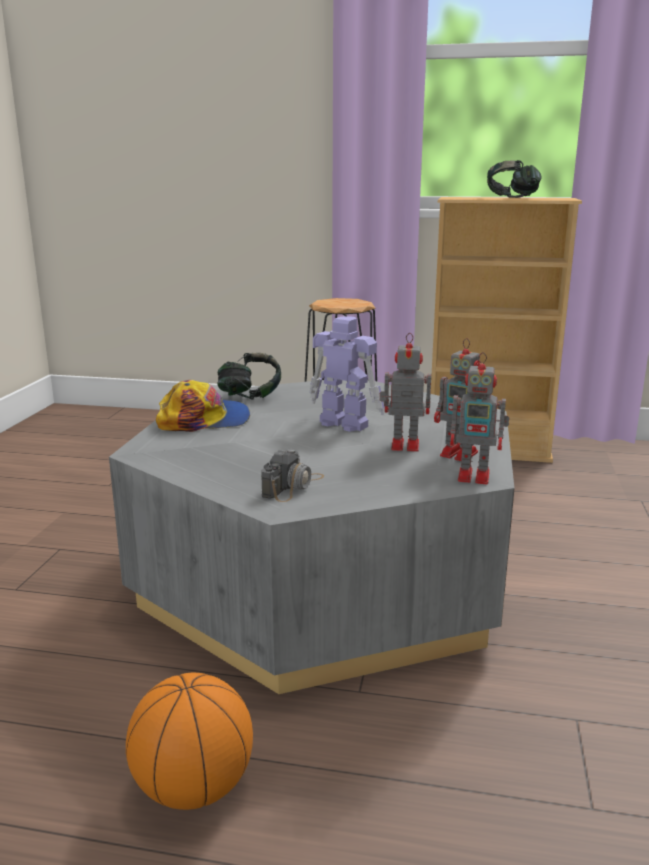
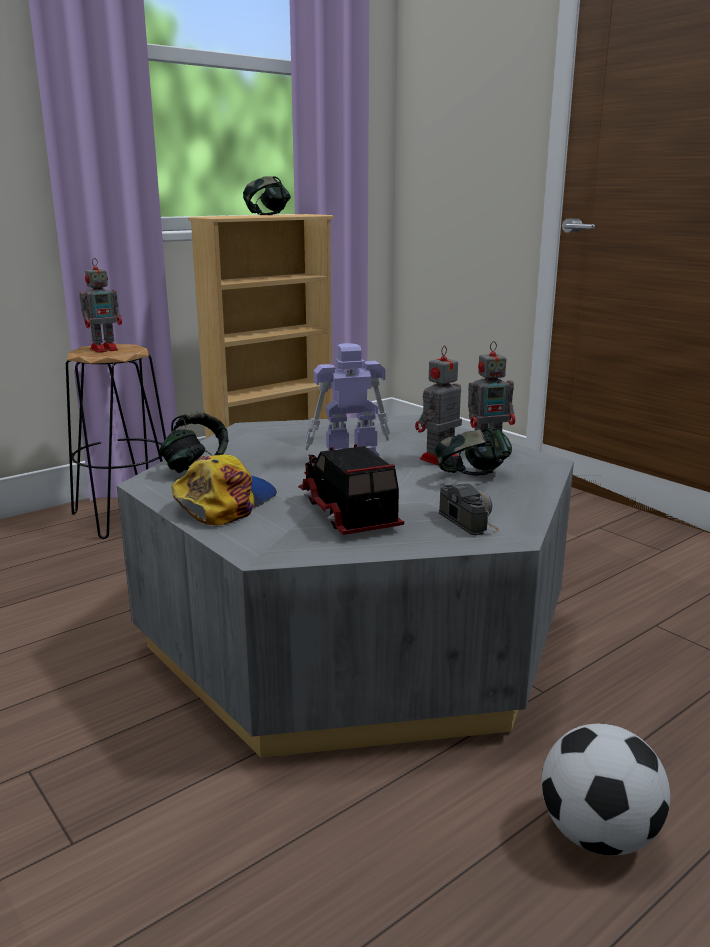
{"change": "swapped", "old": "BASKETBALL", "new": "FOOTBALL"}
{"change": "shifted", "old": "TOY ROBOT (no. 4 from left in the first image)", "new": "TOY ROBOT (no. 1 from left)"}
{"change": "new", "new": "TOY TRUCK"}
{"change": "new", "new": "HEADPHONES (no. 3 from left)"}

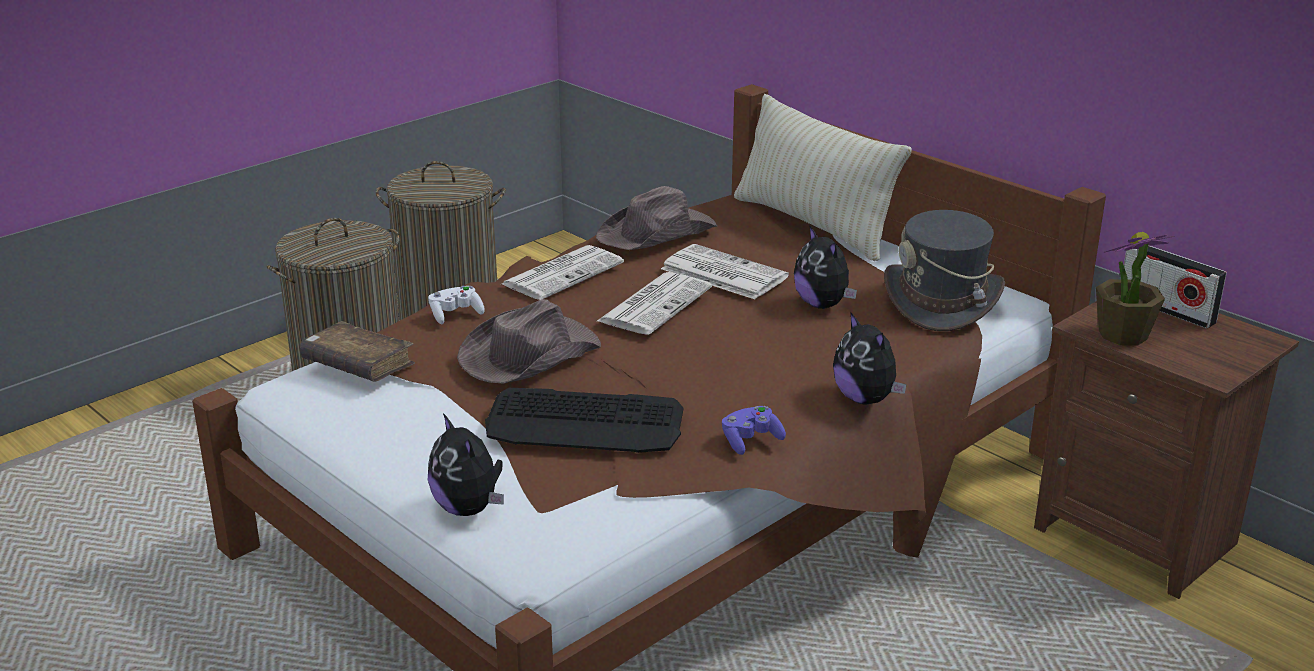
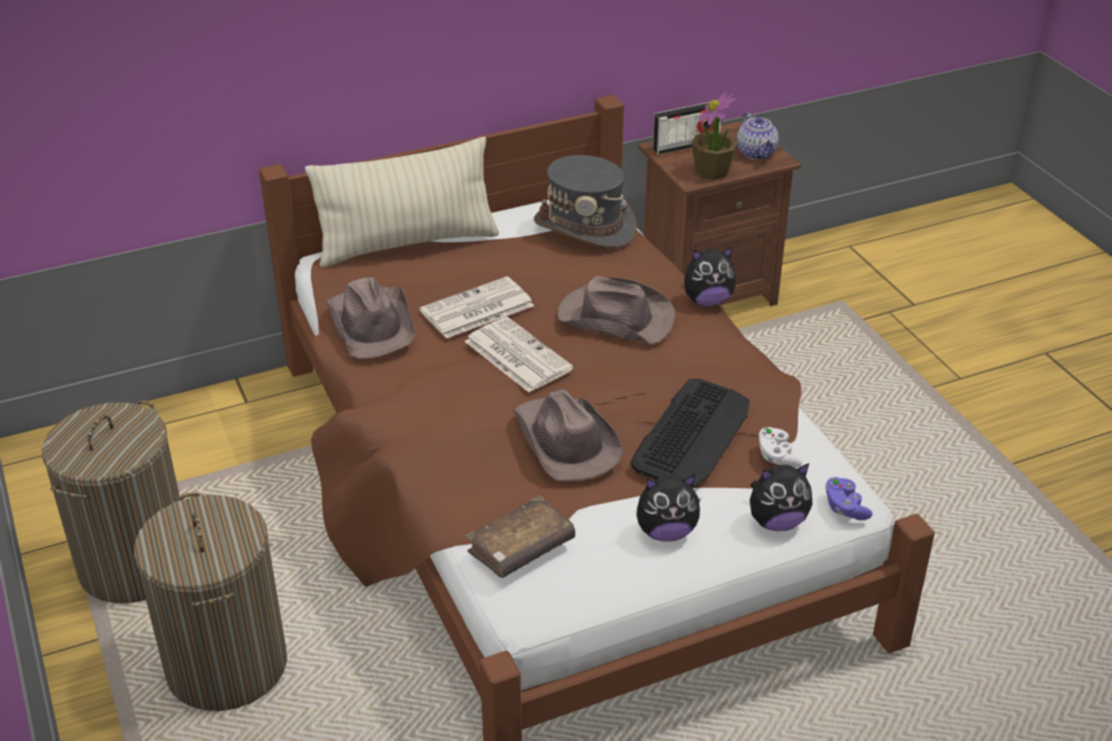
{"change": "shifted", "old": "WHITE GAME CONTROLLER"}
{"change": "gone", "old": "NEWSPAPER (no. 1 from left)"}
{"change": "shifted", "old": "PURPLE GAME CONTROLLER"}
{"change": "shifted", "old": "PLUSH TOY (no. 2 from left in the first image)", "new": "PLUSH TOY (no. 1 from left)"}
{"change": "new", "new": "BROWN HAT (no. 3 from left)"}
{"change": "new", "new": "TEAPOT"}

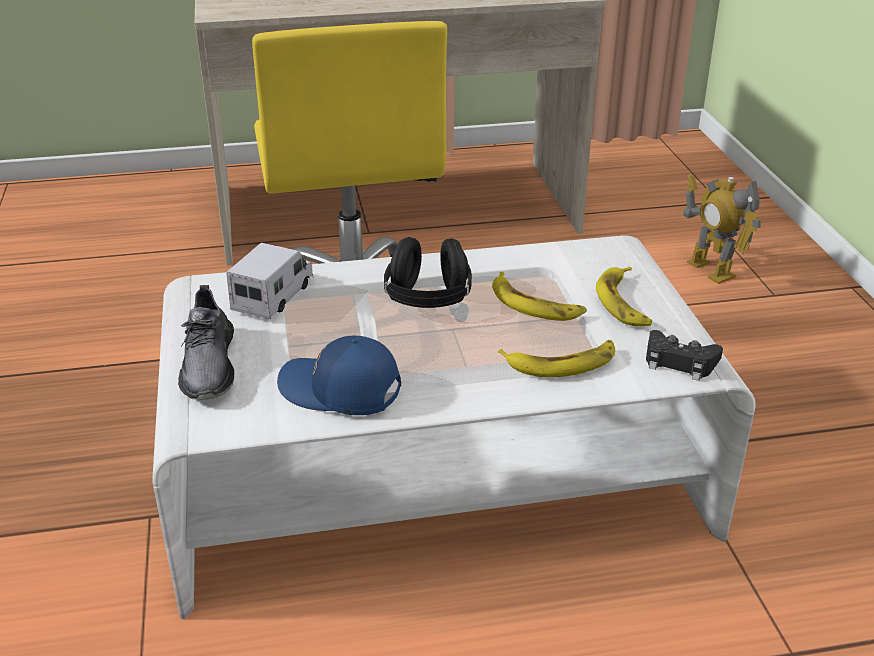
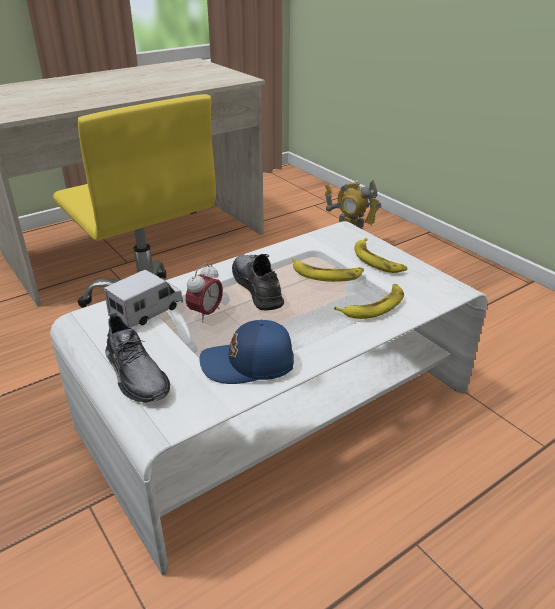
{"change": "rotated", "old": "TOY TRUCK", "degrees": 45}
{"change": "swapped", "old": "BLACK HEADPHONES", "new": "GREY SHOE (no. 2 from left)"}
{"change": "gone", "old": "BLACK GAME CONTROLLER"}
{"change": "new", "new": "ALARM CLOCK"}

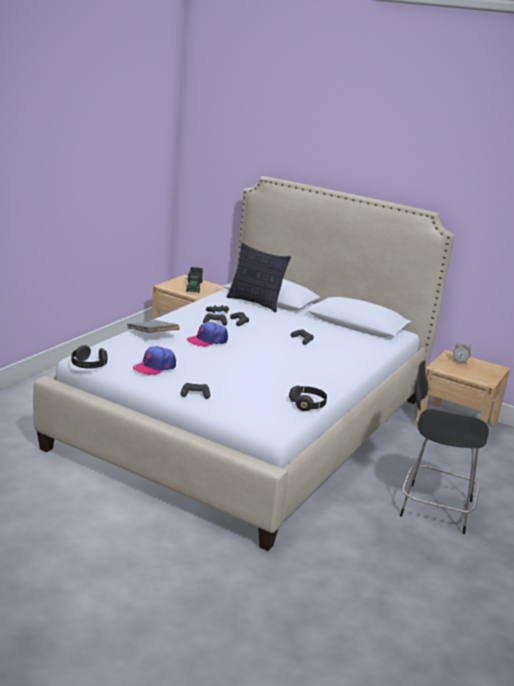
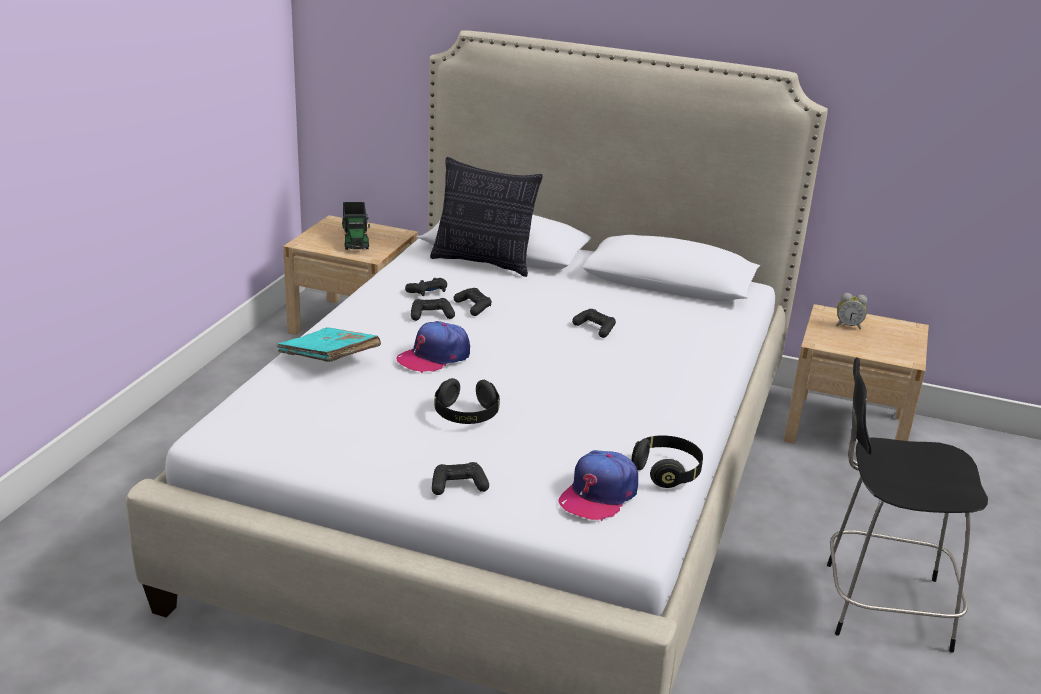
{"change": "shifted", "old": "BLACK HEADPHONES (no. 1 from left)"}
{"change": "repainted", "old": "GREY BOOK", "new": "TURQUOISE BOOK"}
{"change": "shifted", "old": "CAP (no. 1 from left in the first image)", "new": "CAP (no. 2 from left)"}

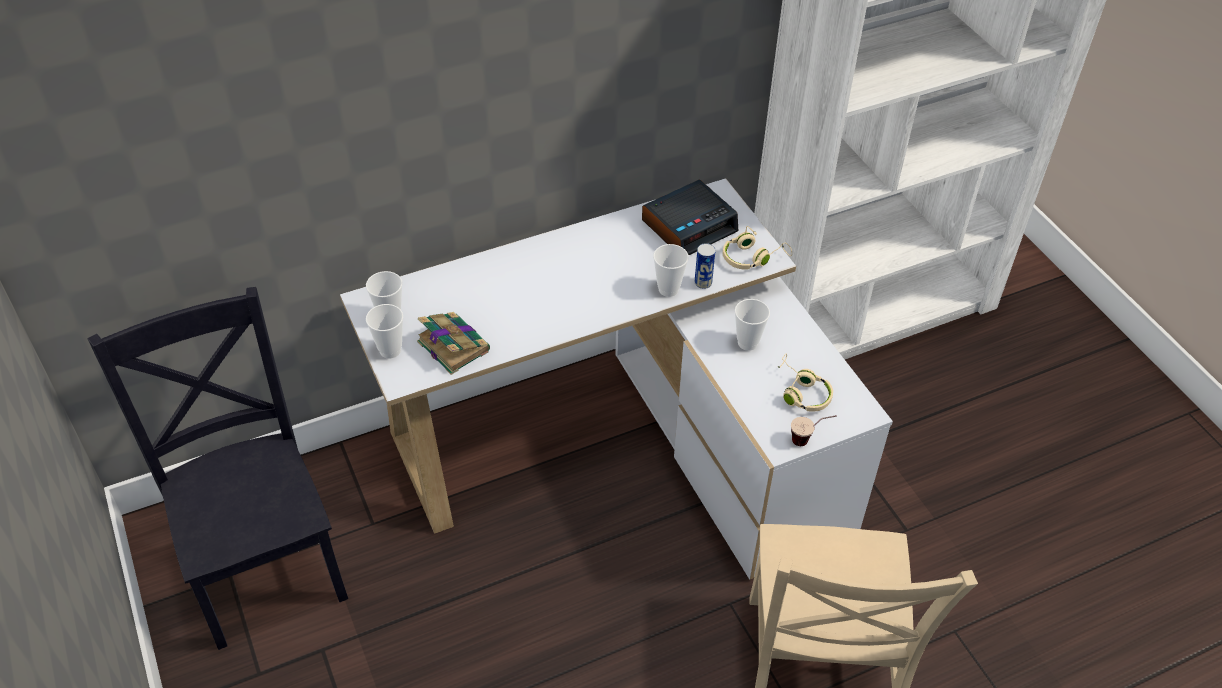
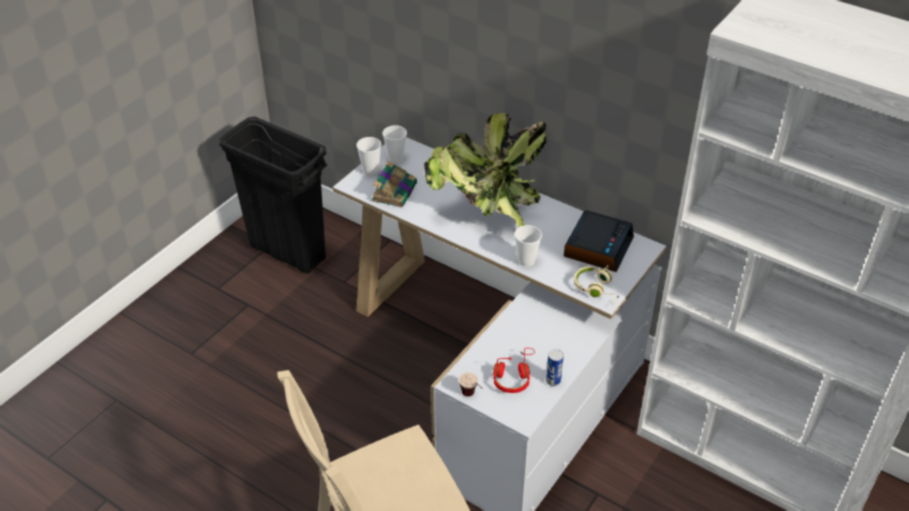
{"change": "swapped", "old": "BLACK CHAIR", "new": "BLACK TRASH CAN"}
{"change": "rotated", "old": "ALARM CLOCK", "degrees": -90}
{"change": "shifted", "old": "CAN"}
{"change": "gone", "old": "CUP (no. 4 from left)"}
{"change": "repainted", "old": "BEIGE HEADPHONES (no. 2 from left)", "new": "RED HEADPHONES"}
{"change": "new", "new": "POTTED PLANT"}

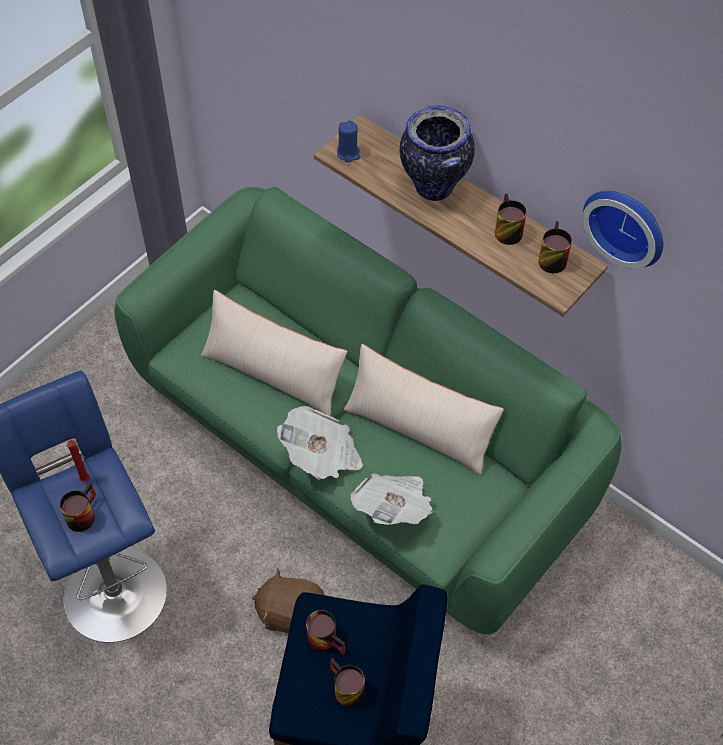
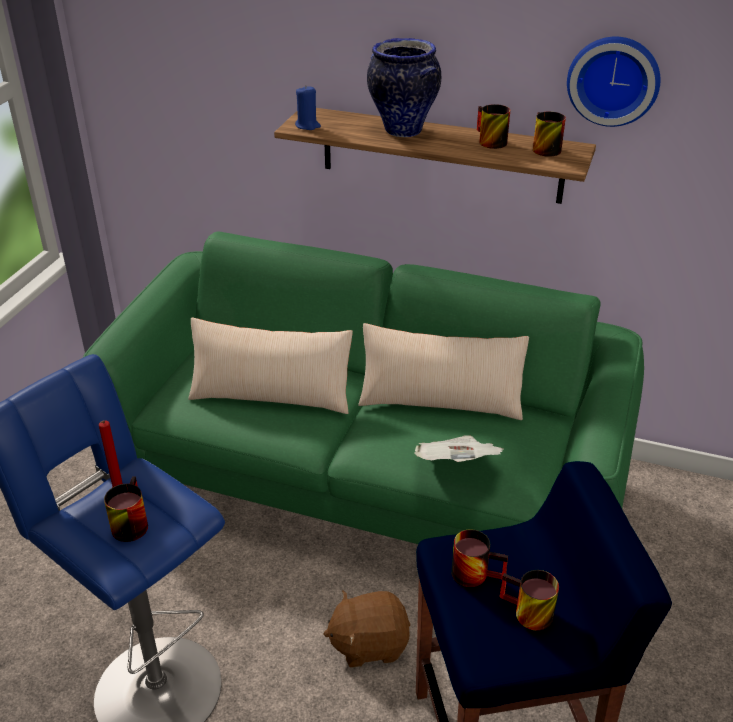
{"change": "gone", "old": "NEWSPAPER (no. 1 from left)"}

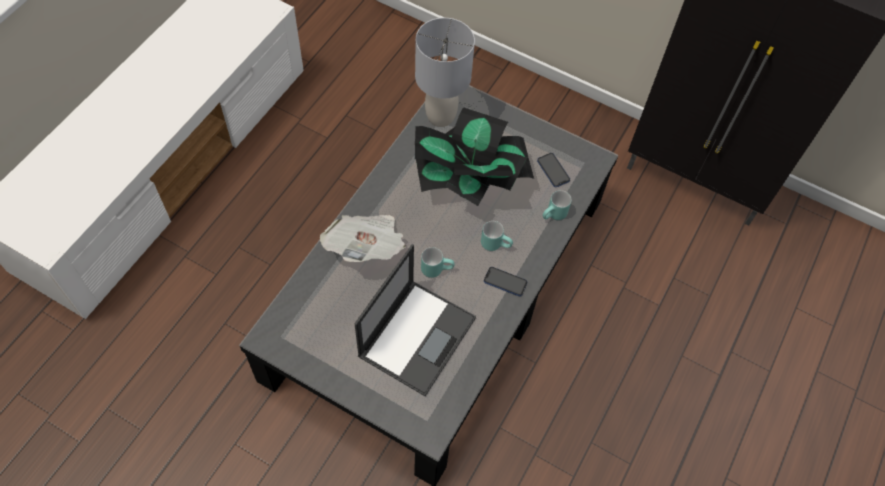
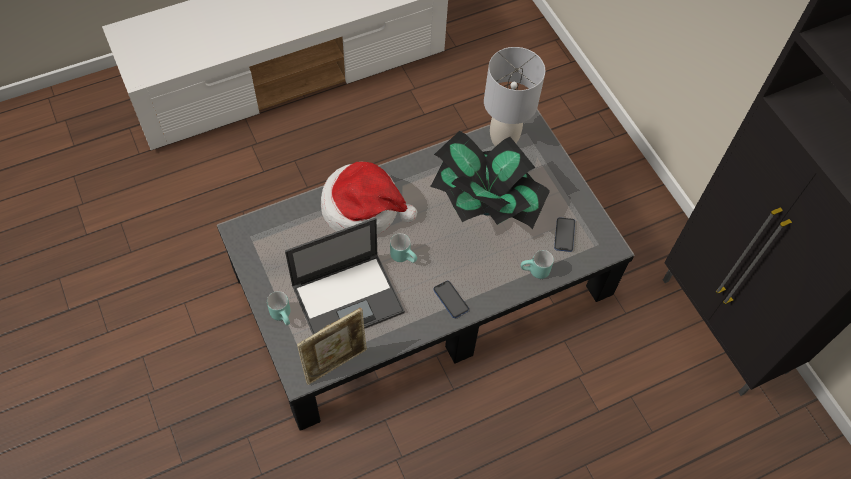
{"change": "swapped", "old": "NEWSPAPER", "new": "HAT"}
{"change": "shifted", "old": "TURQUOISE MUG (no. 2 from left in the first image)", "new": "TURQUOISE MUG (no. 1 from left)"}
{"change": "new", "new": "PICTURE FRAME"}

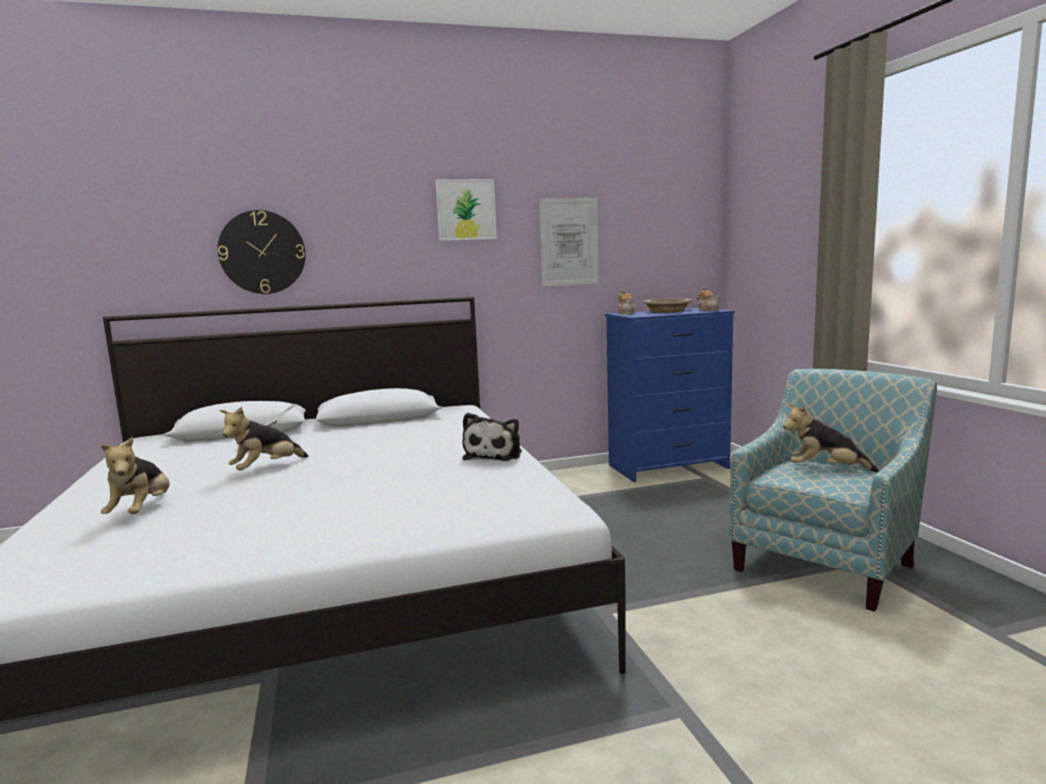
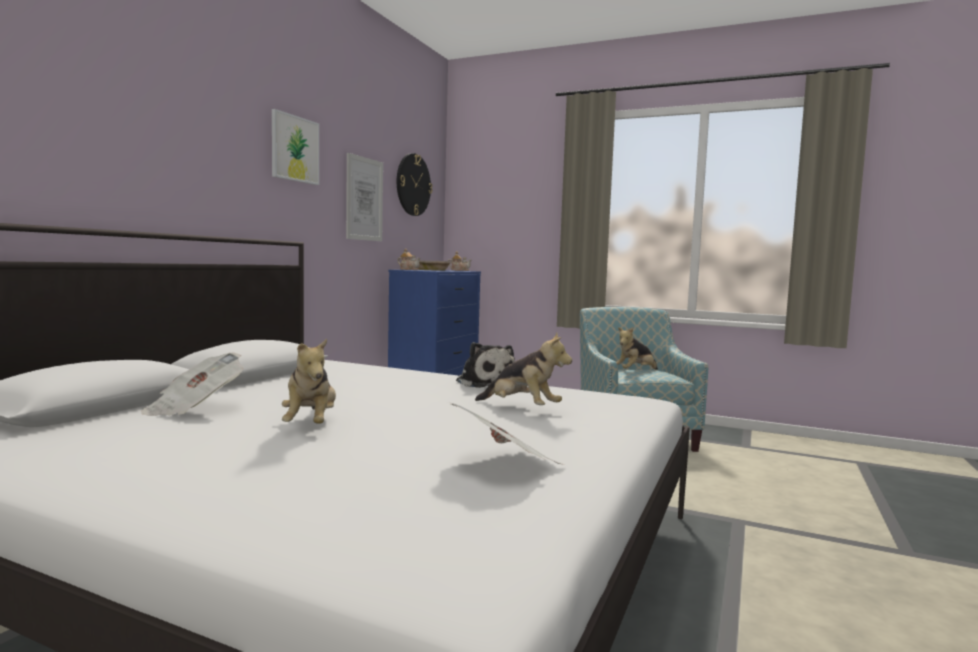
{"change": "shifted", "old": "PLUSH TOY (no. 1 from left in the first image)", "new": "PLUSH TOY (no. 3 from left)"}
{"change": "shifted", "old": "WALL CLOCK"}
{"change": "new", "new": "NEWSPAPER (no. 2 from left)"}

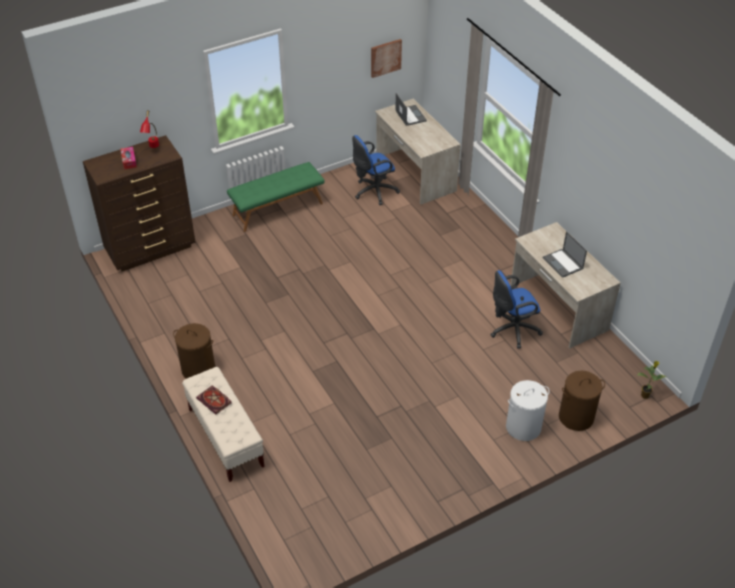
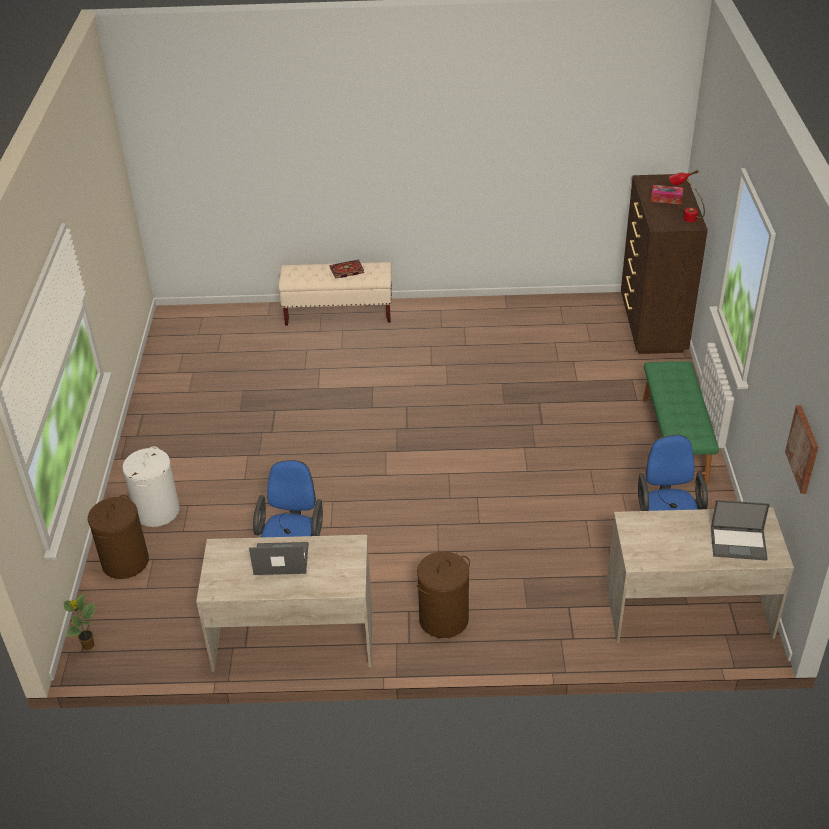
{"change": "shifted", "old": "BROWN LAUNDRY BASKET (no. 1 from left in the first image)", "new": "BROWN LAUNDRY BASKET (no. 2 from left)"}

